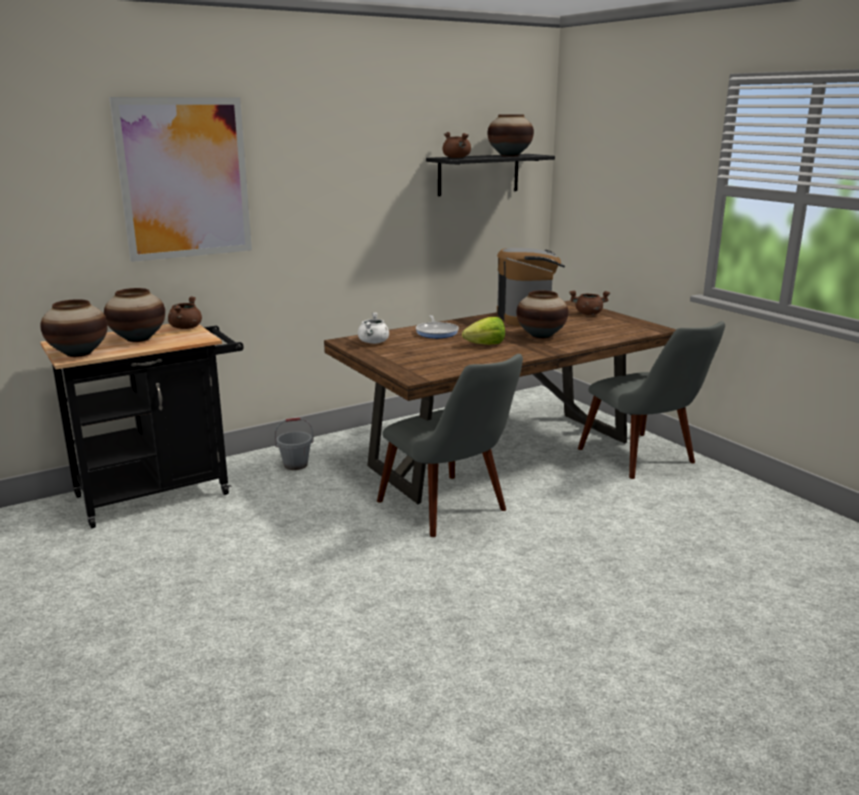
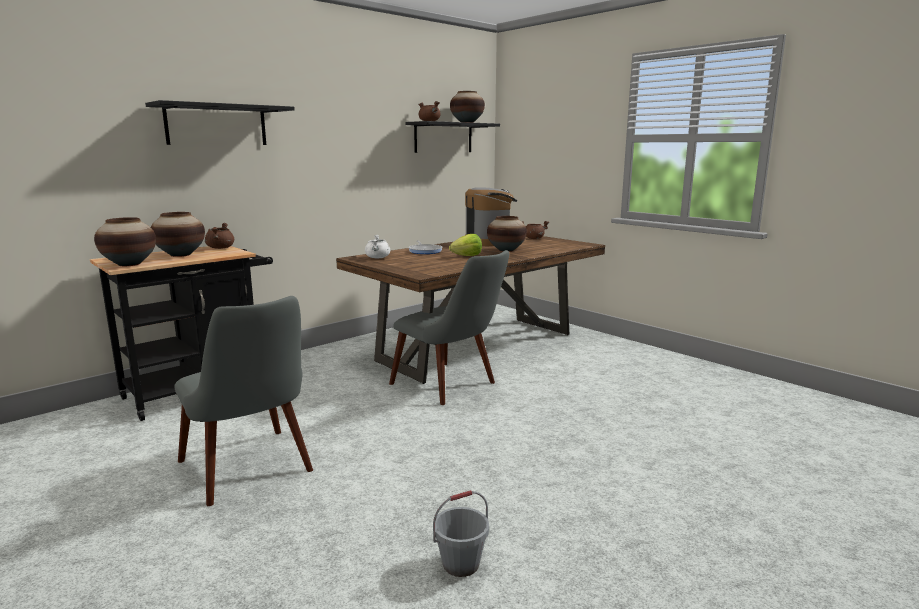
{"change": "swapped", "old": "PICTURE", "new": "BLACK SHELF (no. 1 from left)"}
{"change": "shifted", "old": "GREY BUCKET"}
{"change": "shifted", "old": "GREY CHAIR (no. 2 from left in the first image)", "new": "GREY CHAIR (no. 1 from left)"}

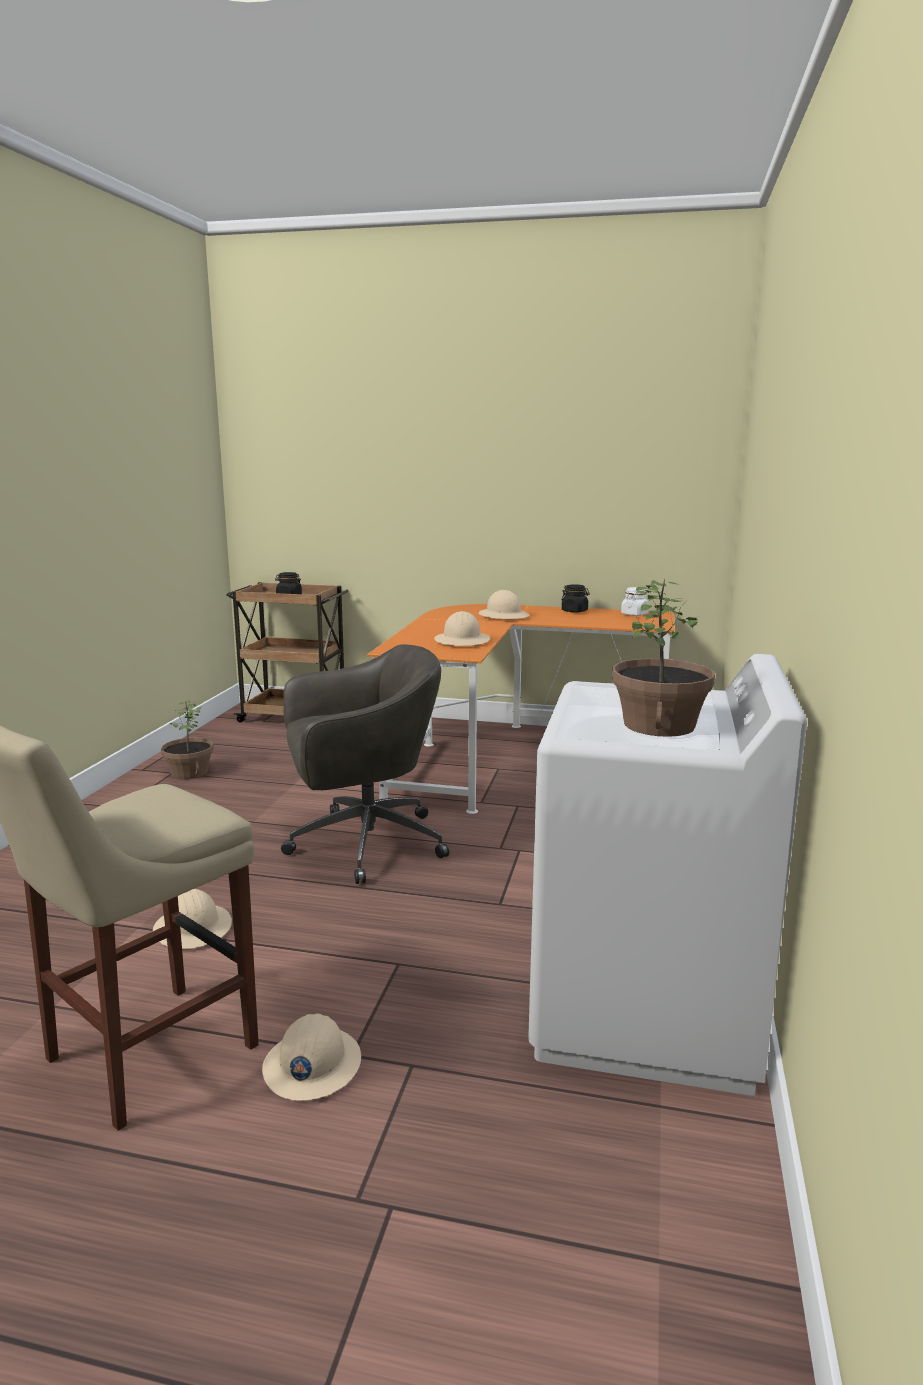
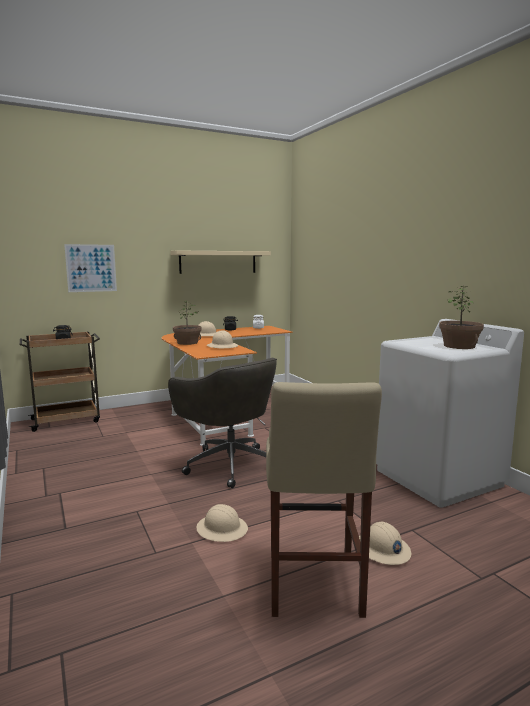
{"change": "shifted", "old": "POTTED PLANT (no. 1 from left)"}
{"change": "rotated", "old": "GREY OFFICE CHAIR", "degrees": 105}
{"change": "new", "new": "PICTURE"}
{"change": "new", "new": "BEIGE SHELF"}

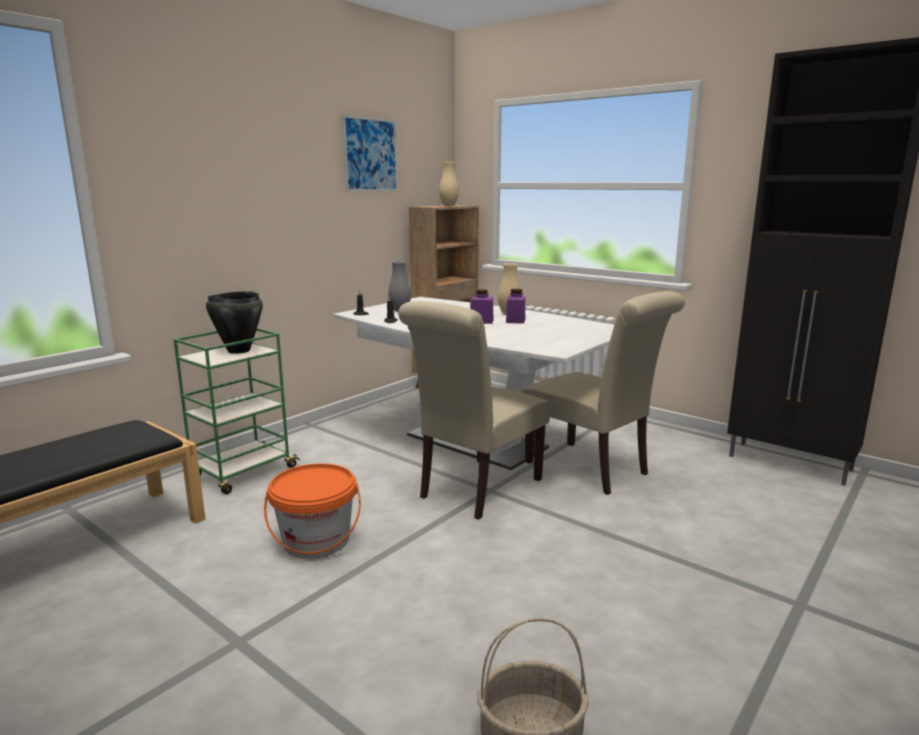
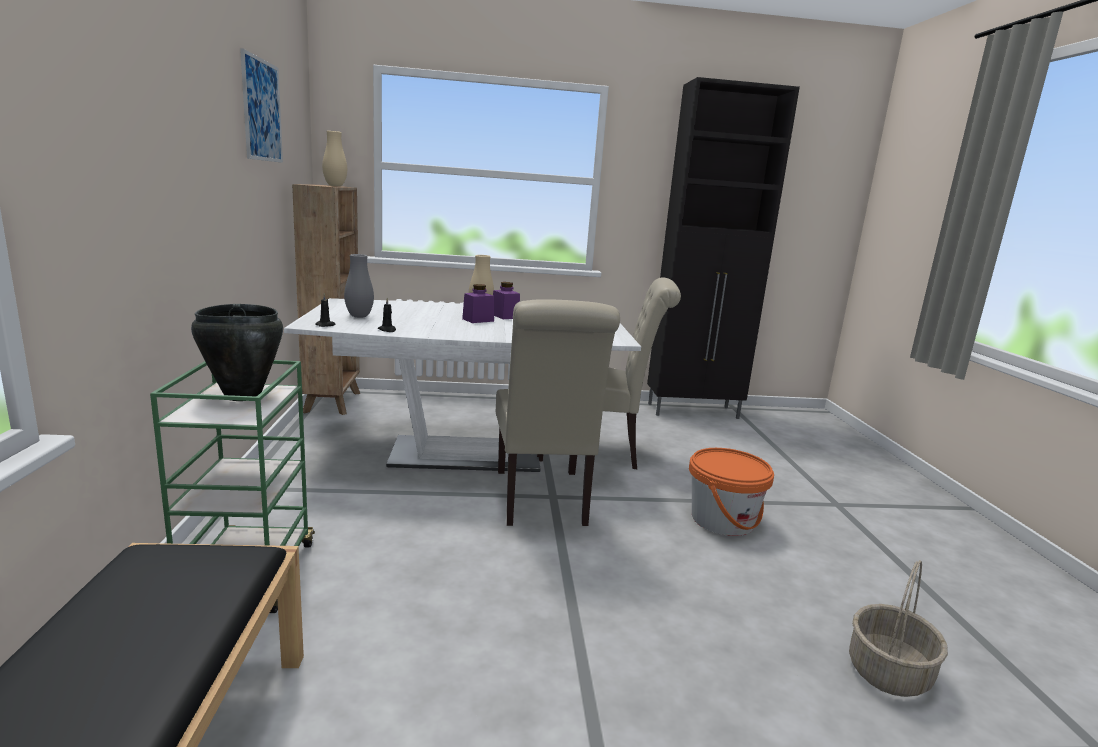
{"change": "shifted", "old": "ORANGE BUCKET"}

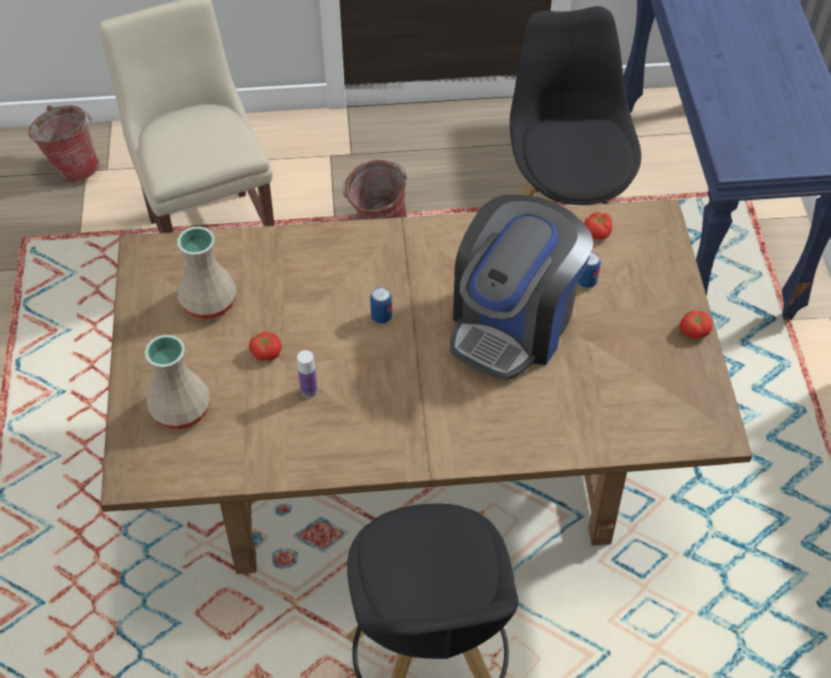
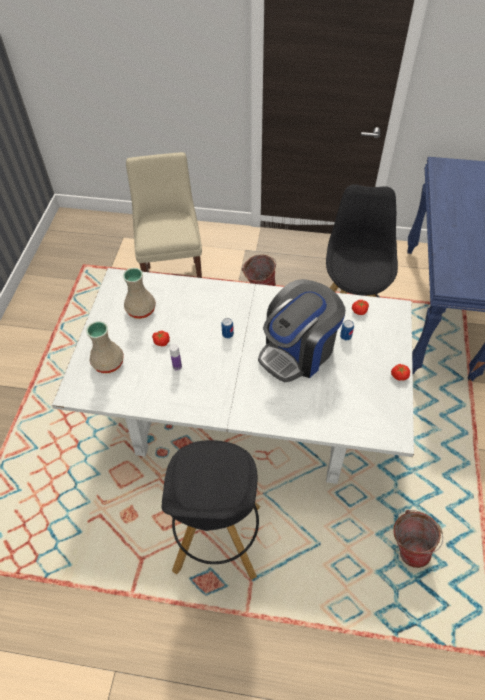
{"change": "shifted", "old": "BUCKET (no. 1 from left in the first image)", "new": "BUCKET (no. 2 from left)"}
{"change": "repainted", "old": "BROWN DINING TABLE", "new": "WHITE DINING TABLE"}

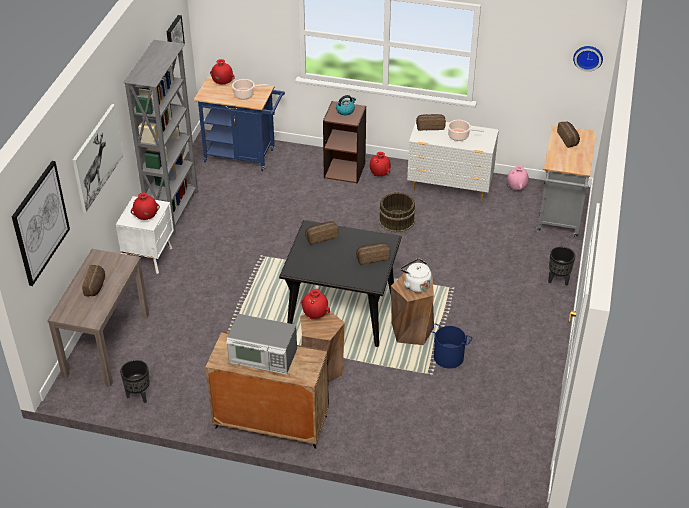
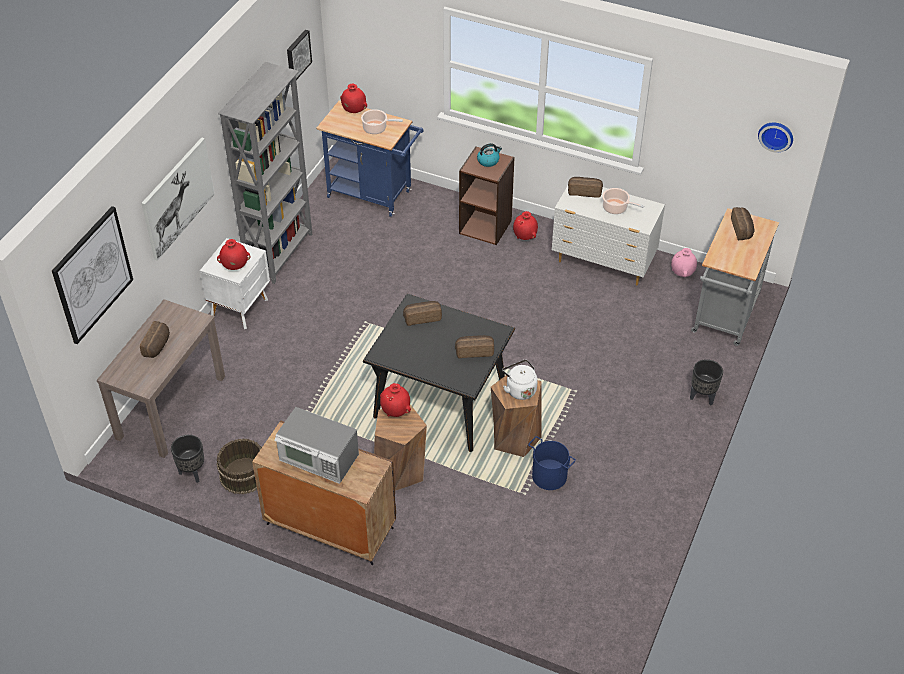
{"change": "shifted", "old": "BROWN BUCKET"}

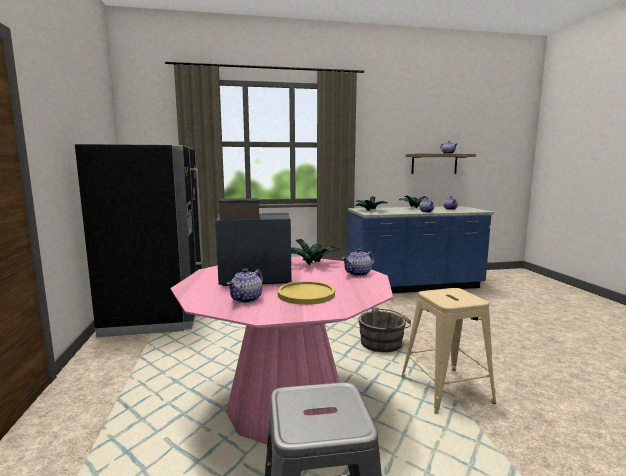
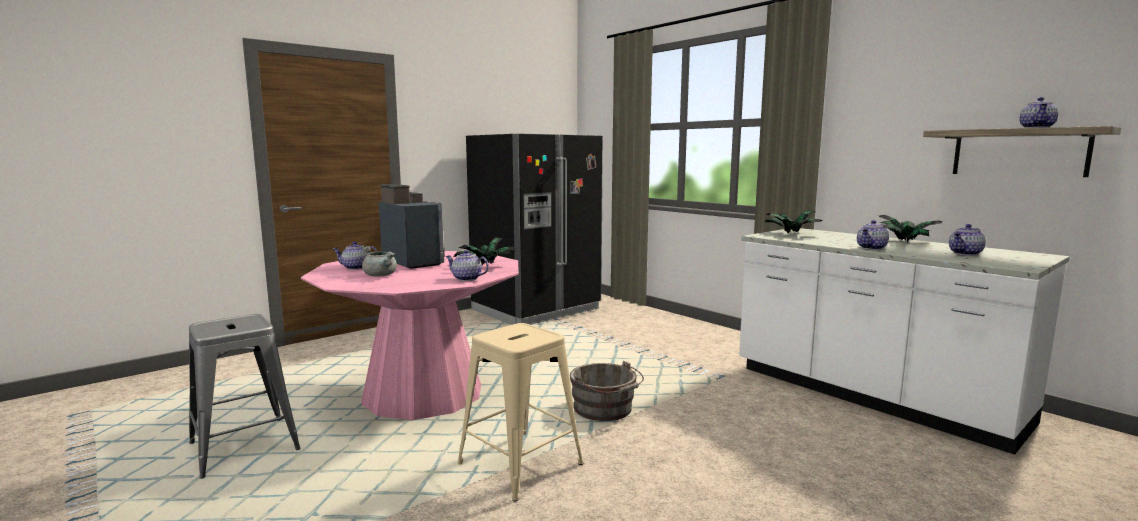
{"change": "swapped", "old": "YELLOW PLATE", "new": "GREY COOKING POT"}
{"change": "repainted", "old": "BLUE COUNTER", "new": "WHITE COUNTER"}

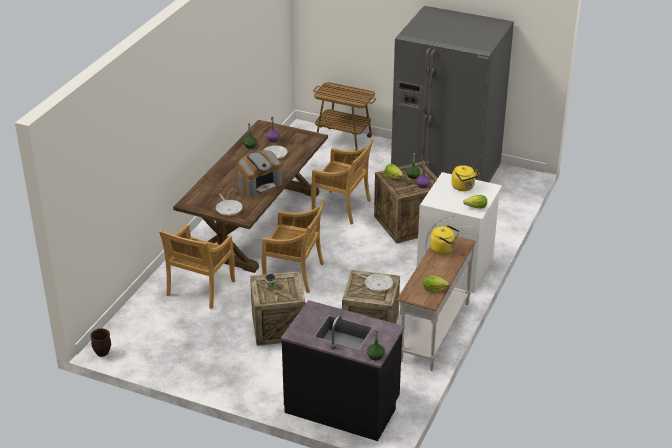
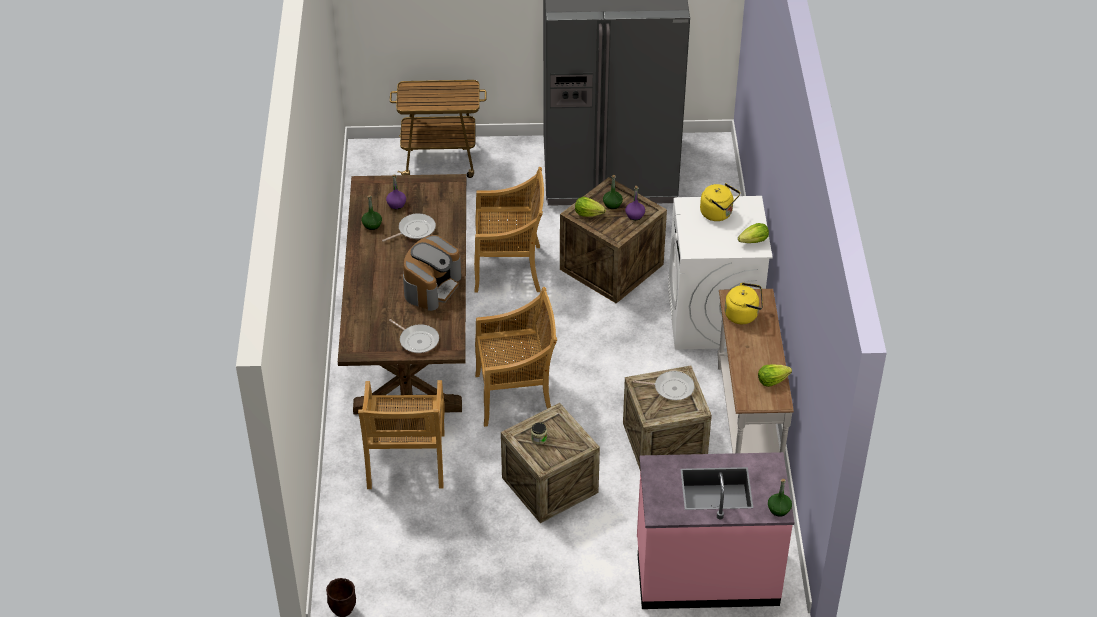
{"change": "repainted", "old": "BLACK COUNTER", "new": "PINK COUNTER"}

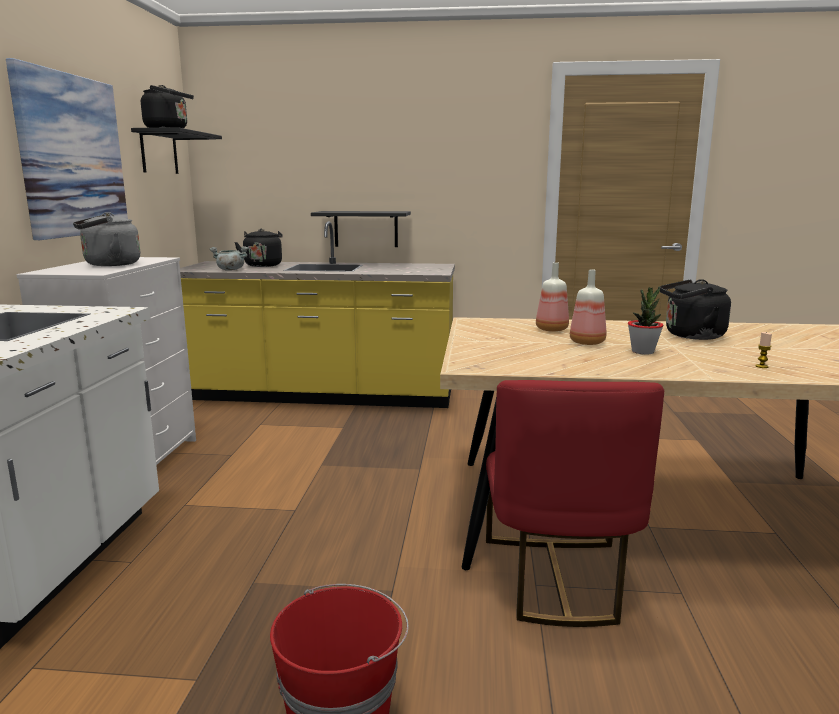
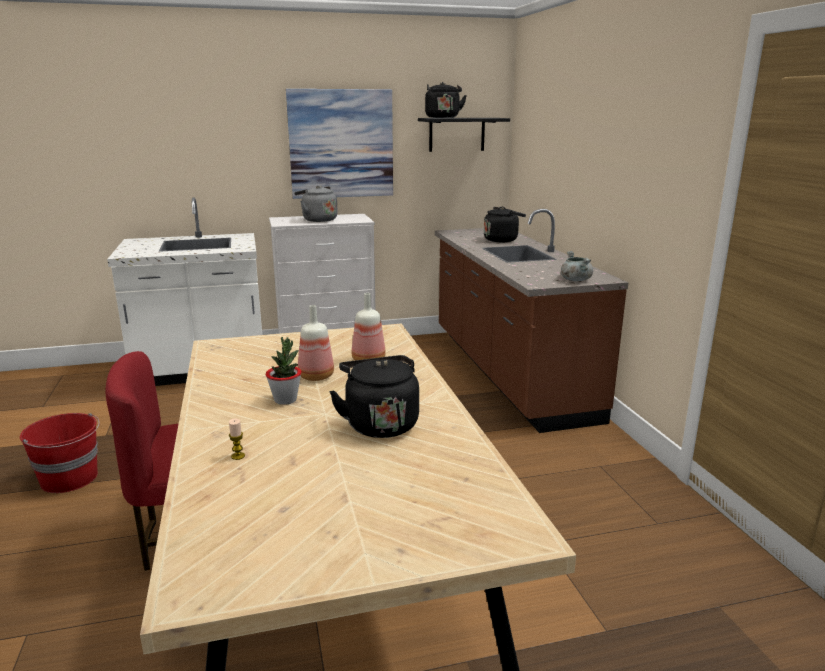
{"change": "repainted", "old": "YELLOW COUNTER", "new": "BROWN COUNTER"}
{"change": "shifted", "old": "GREY COOKING POT"}
{"change": "gone", "old": "BLACK SHELF (no. 2 from left)"}

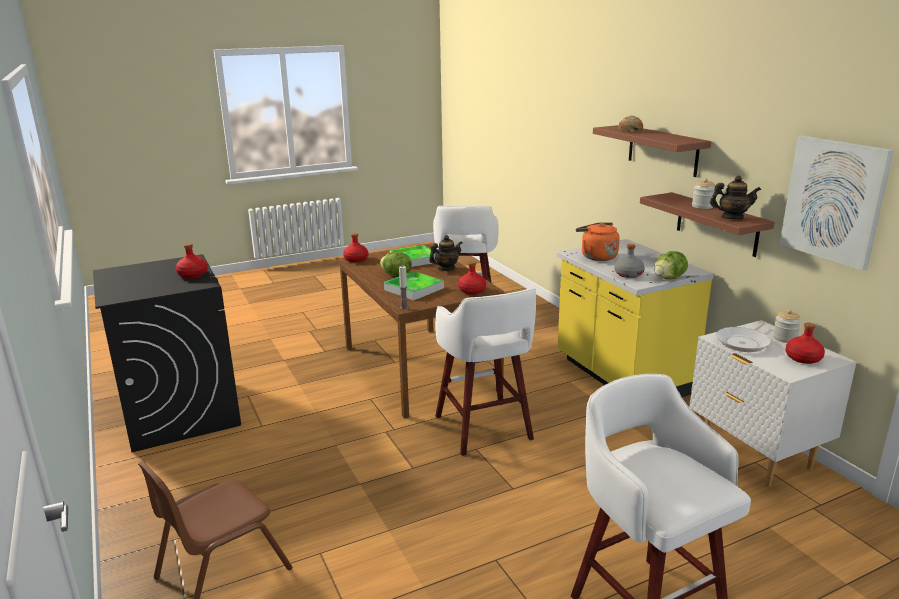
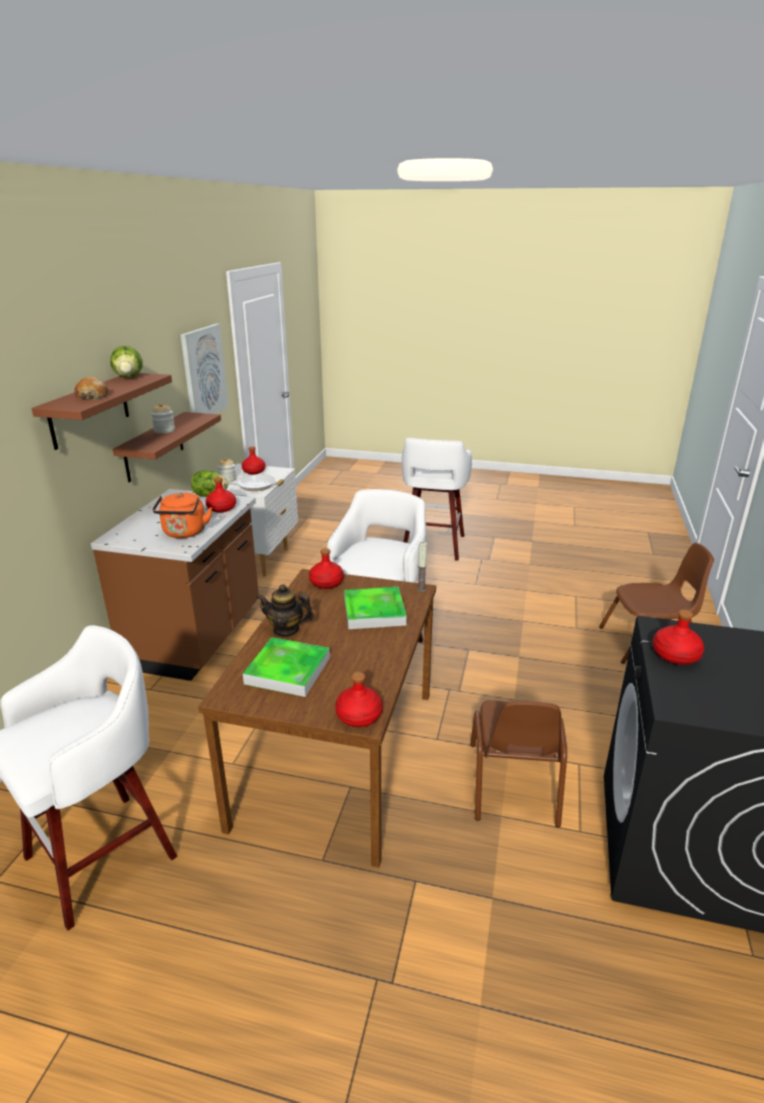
{"change": "shifted", "old": "LETTUCE (no. 1 from left)"}
{"change": "repainted", "old": "YELLOW COUNTER", "new": "BROWN COUNTER"}
{"change": "repainted", "old": "GREY BOTTLE", "new": "RED BOTTLE (no. 1 from left)"}
{"change": "gone", "old": "TEAPOT (no. 2 from left)"}
{"change": "new", "new": "BROWN CHAIR (no. 1 from left)"}

